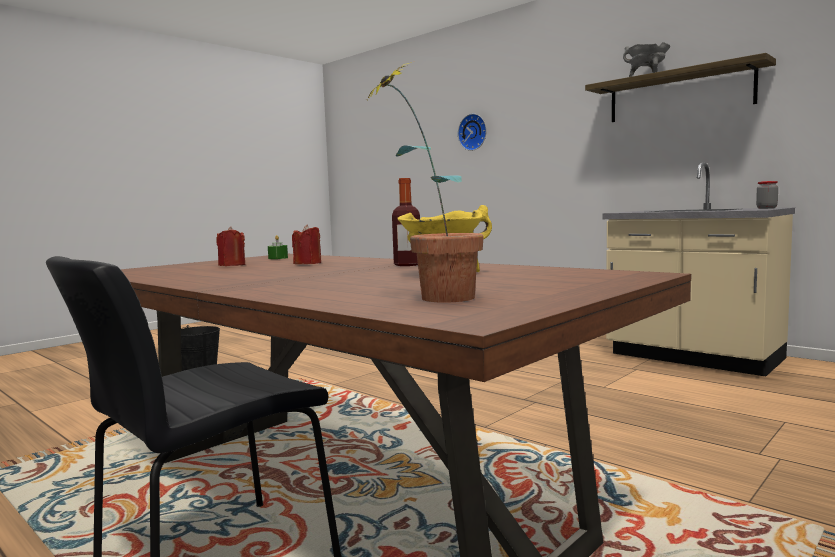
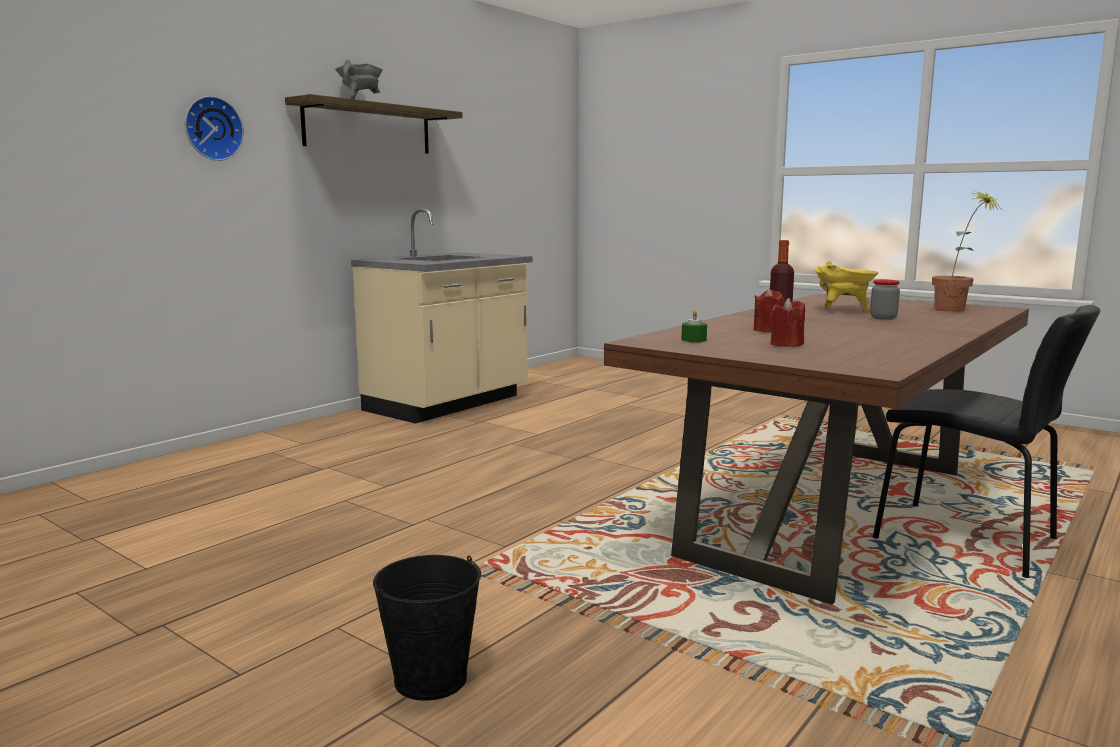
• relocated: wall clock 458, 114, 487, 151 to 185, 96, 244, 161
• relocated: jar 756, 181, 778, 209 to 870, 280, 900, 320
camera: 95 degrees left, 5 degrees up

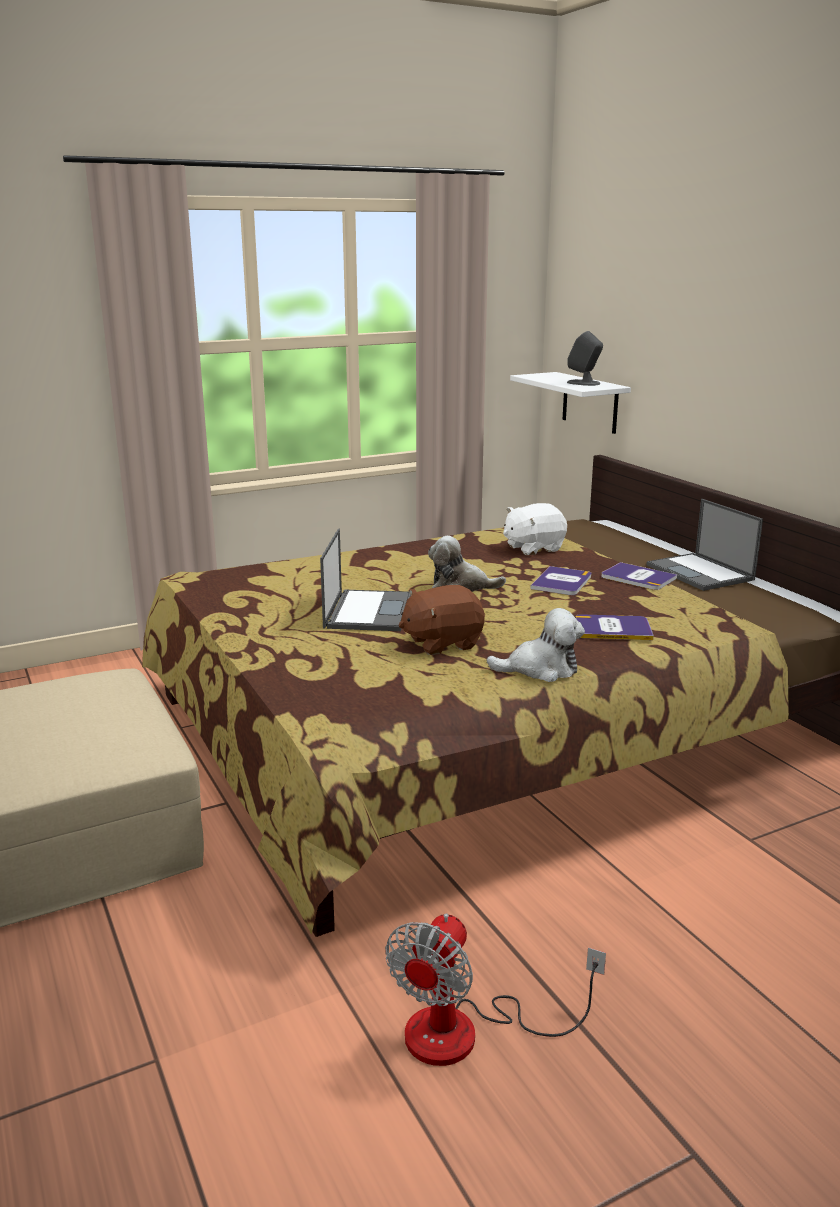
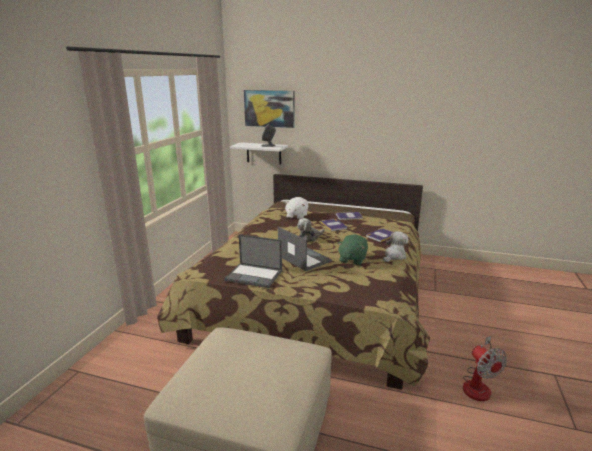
• relocated: laptop 646, 499, 763, 591 to 224, 234, 282, 288
• appeared: picture 244, 90, 294, 128
• colour: brown plush toy 399, 585, 485, 655 to green plush toy 337, 235, 368, 265
camera: 45 degrees left, 0 degrees up

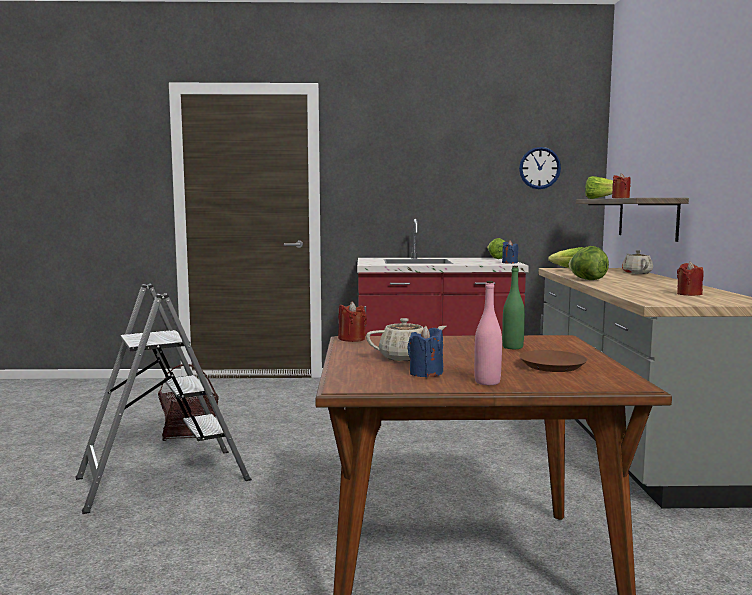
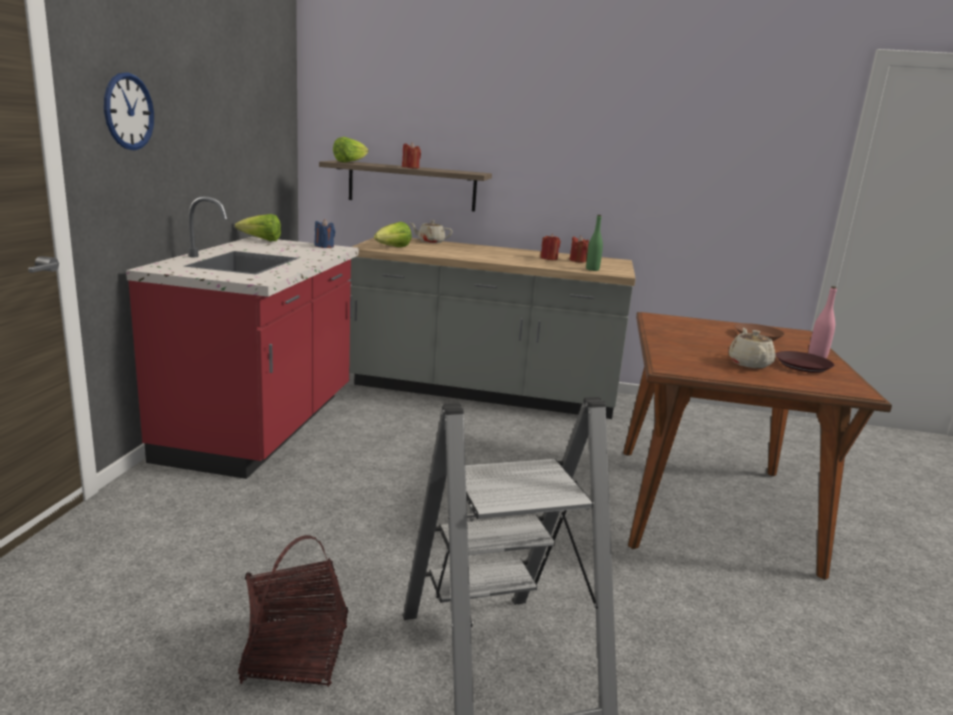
• relocated: wall clock 519, 147, 561, 189 to 104, 72, 154, 150
• relocated: red candle 338, 302, 367, 342 to 540, 234, 561, 260
• relocated: green bottle 502, 266, 525, 349 to 586, 215, 603, 271
• exchanged: blue candle 407, 326, 443, 378 to brown plate 775, 351, 834, 373
• missing: lettuce 569, 246, 609, 280
camera: 80 degrees left, 10 degrees up

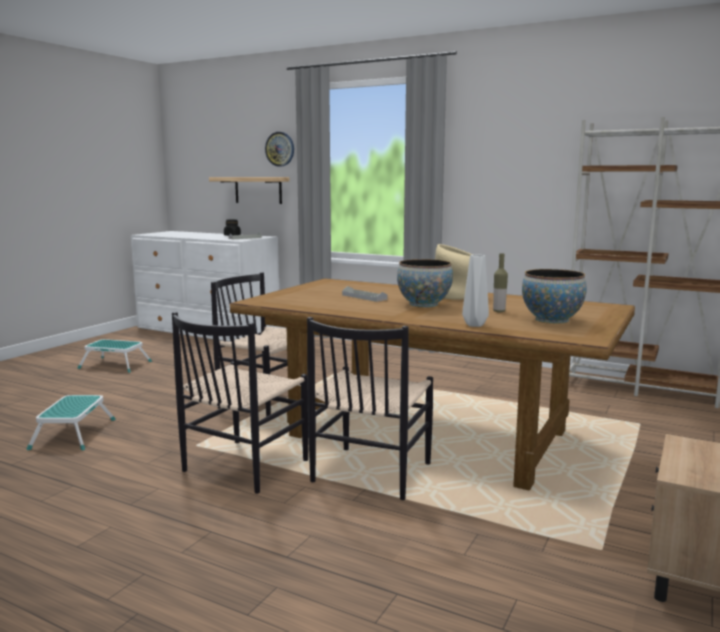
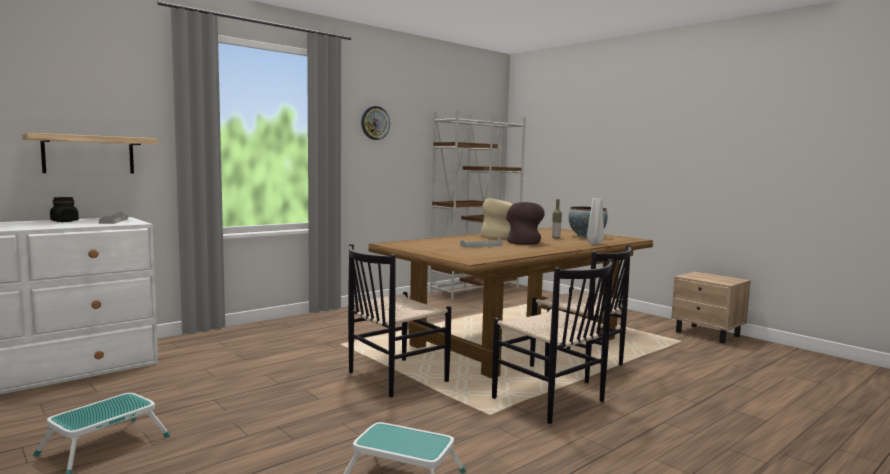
• relocated: wall clock 265, 132, 294, 167 to 361, 106, 390, 140
• exchanged: bowl 397, 259, 453, 308 to brown vase 506, 202, 545, 245
camera: 70 degrees left, 5 degrees down

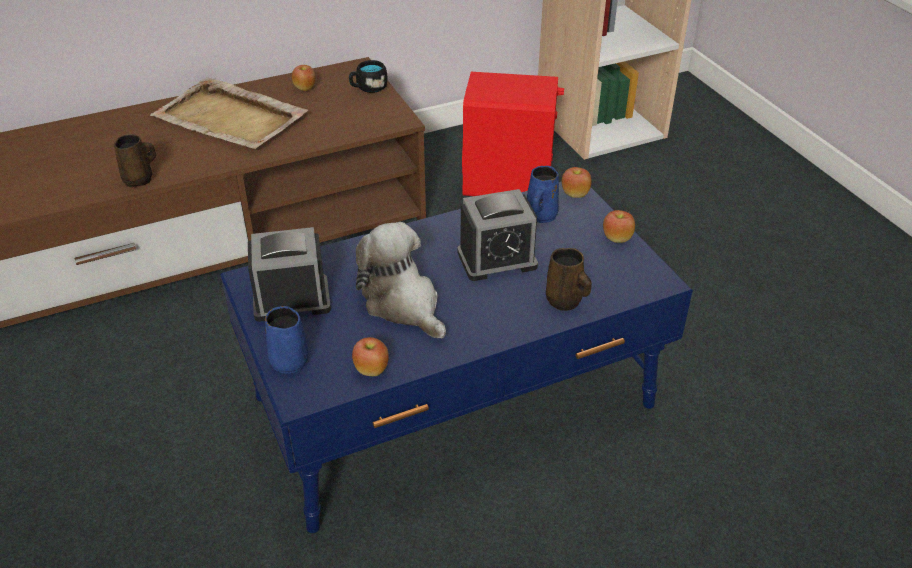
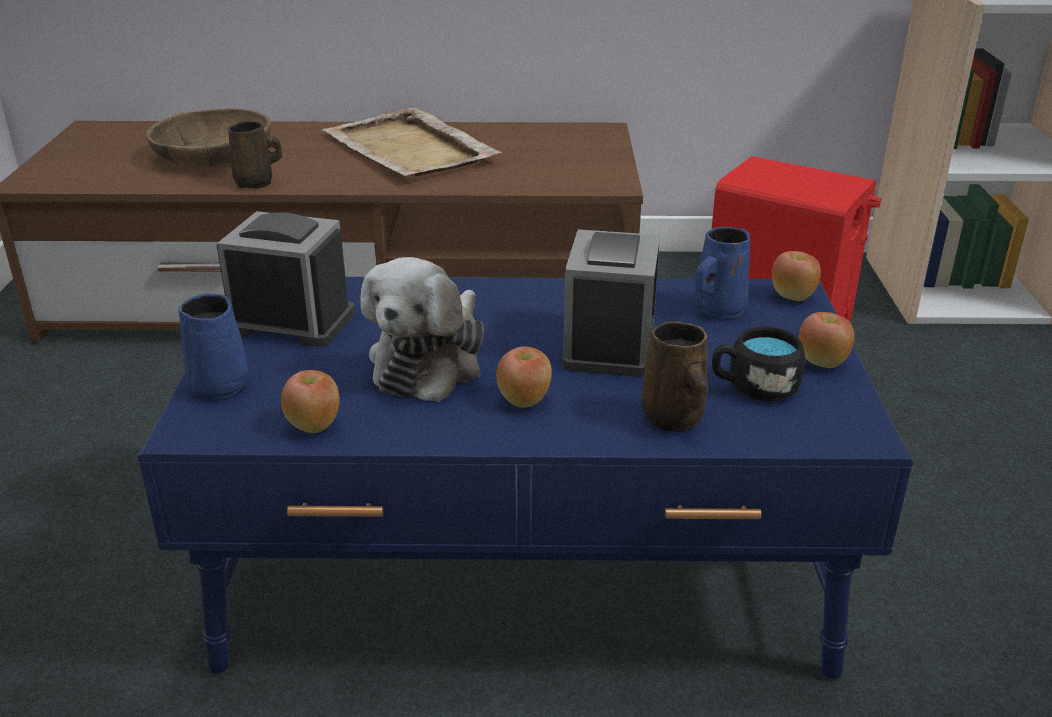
• appeared: brown bowl 147, 108, 271, 167
• spun: plush toy 356, 222, 446, 339 = 360, 257, 484, 402 150 degrees counterclockwise
• relocated: apple 292, 65, 315, 91 to 496, 346, 552, 408
• spun: alarm clock 457, 189, 538, 281 = 562, 229, 660, 377 90 degrees clockwise
• relocated: black mug 349, 60, 387, 93 to 712, 326, 805, 401
camera: 25 degrees right, 10 degrees down

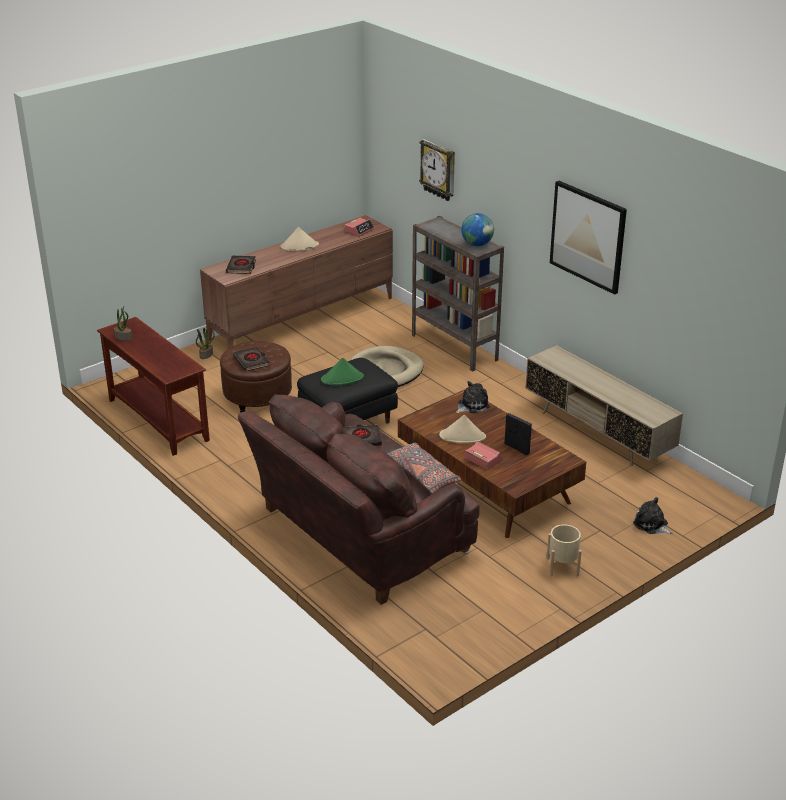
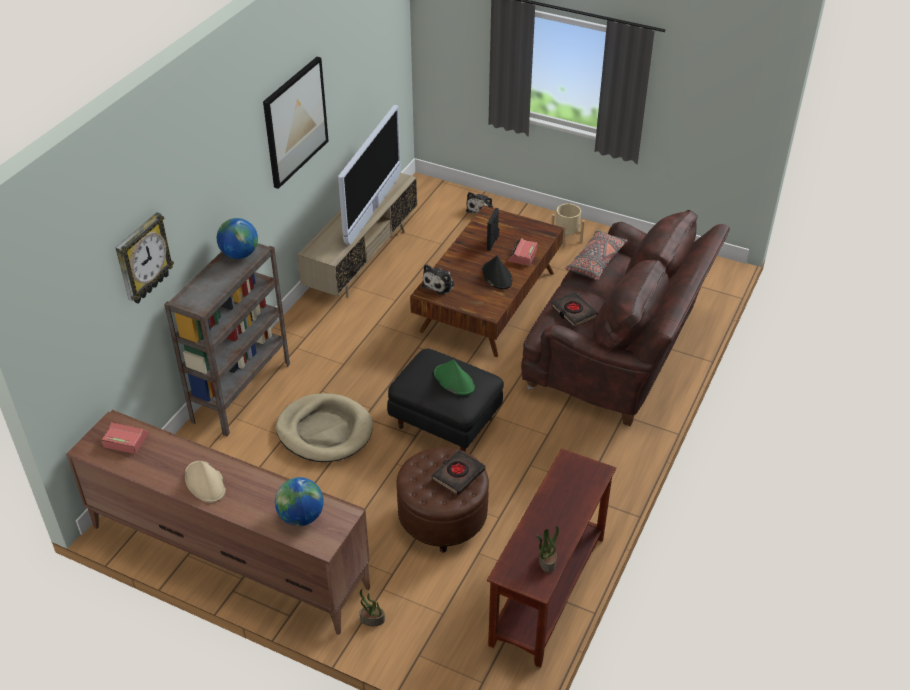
• exchanged: black book 226, 256, 256, 274 to globe 275, 477, 324, 526
• appeared: television 338, 105, 401, 245
• spun: plush toy 456, 381, 490, 413 = 422, 264, 455, 295 90 degrees counterclockwise
• colour: beige hat 439, 415, 486, 444 to black hat 482, 255, 512, 289
camera: 115 degrees left, 10 degrees up

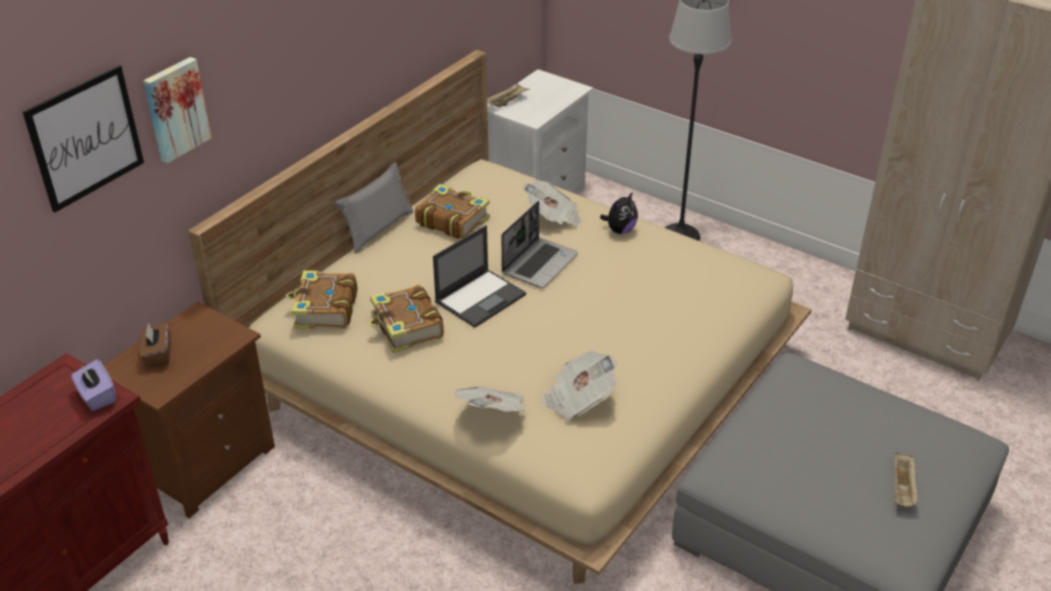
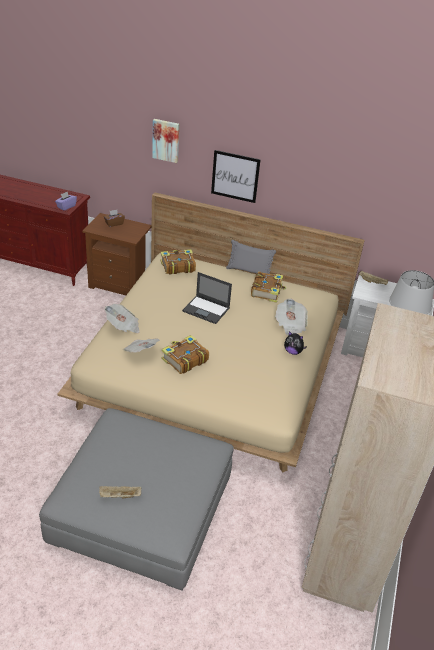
• relocated: book 369, 285, 444, 353 to 162, 335, 209, 374
• relocated: picture 23, 65, 144, 213 to 211, 150, 261, 203
• missing: laptop 501, 201, 578, 288
camera: 70 degrees right, 0 degrees up

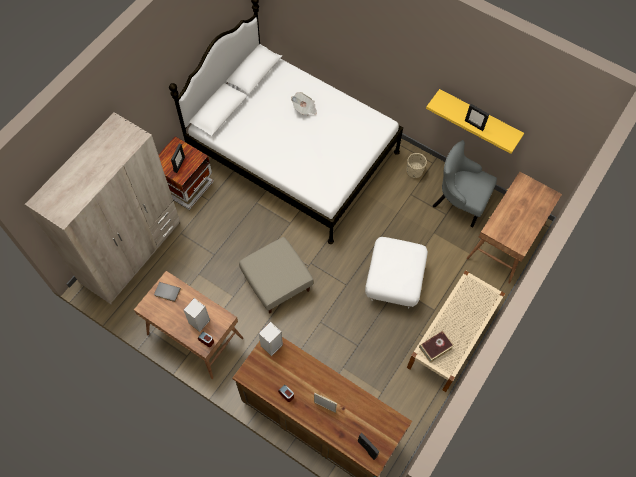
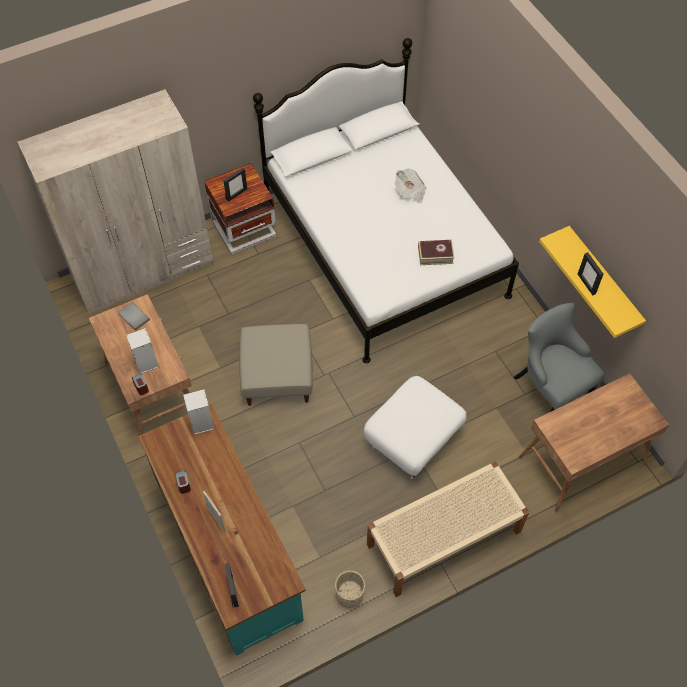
• relocated: beige planter 406, 153, 427, 178 to 335, 571, 365, 607
• relocated: book 419, 331, 454, 363 to 418, 240, 454, 265
camera: 30 degrees right, 5 degrees down

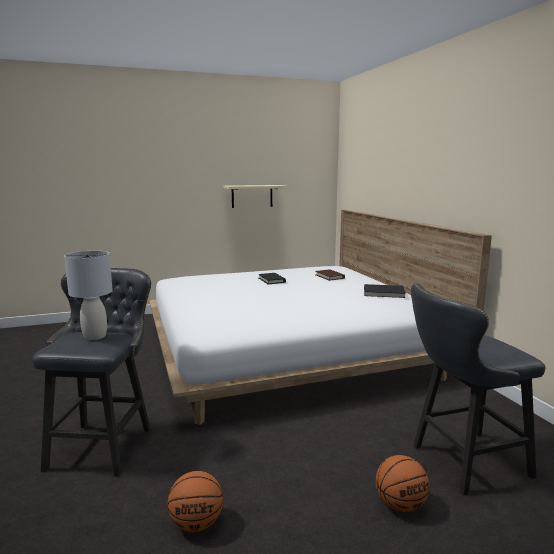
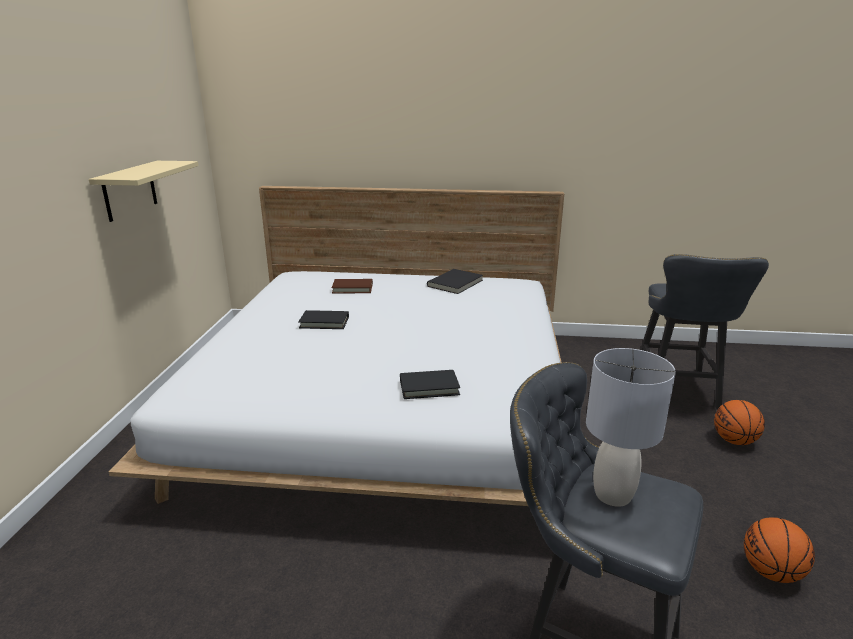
• appeared: black book 400, 370, 460, 399
camera: 65 degrees left, 10 degrees up

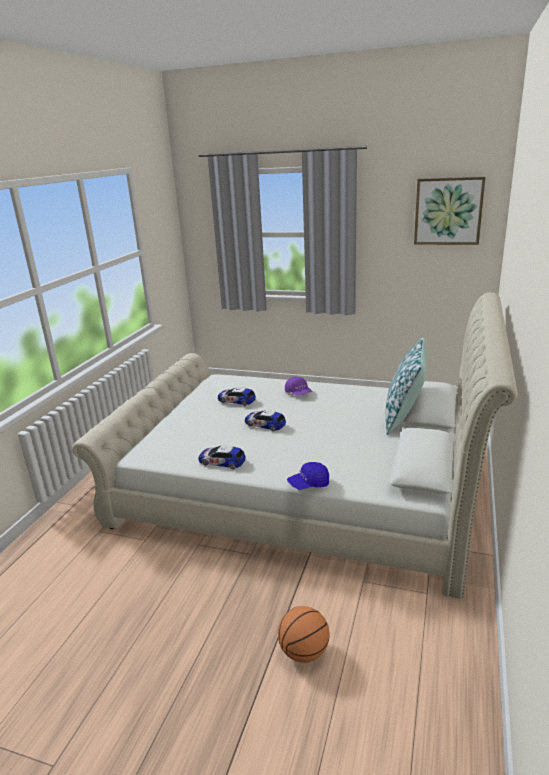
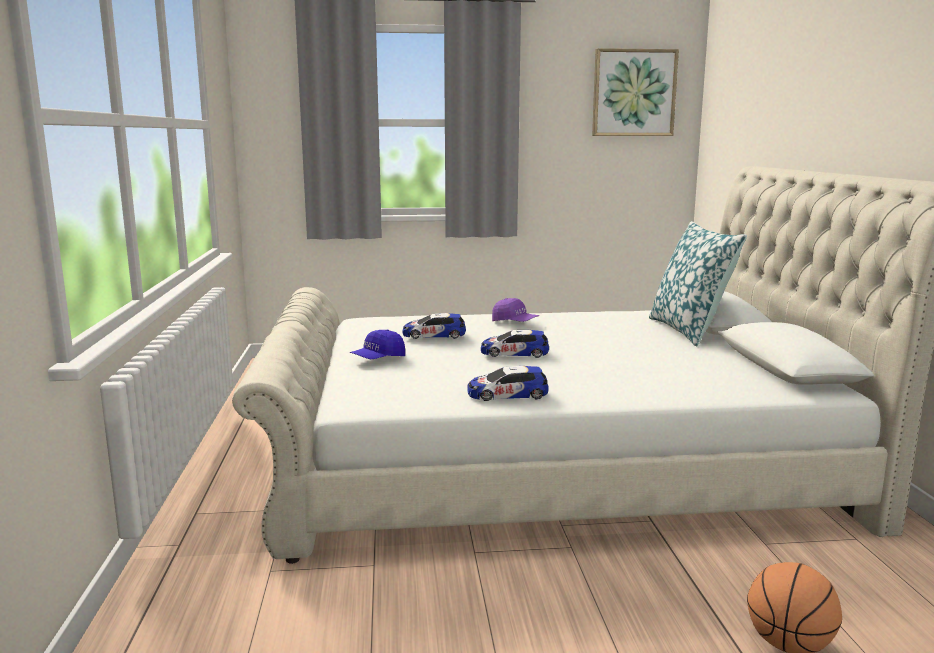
• relocated: blue cap 287, 462, 329, 489 to 350, 330, 405, 359
camera: 25 degrees left, 10 degrees down

